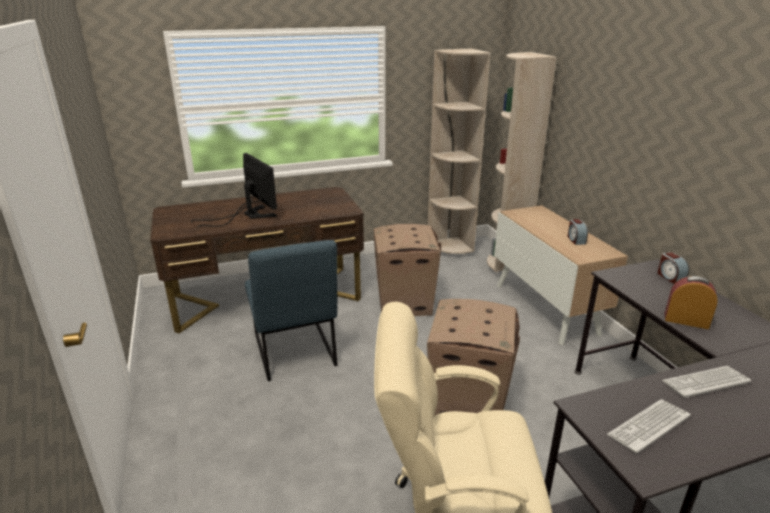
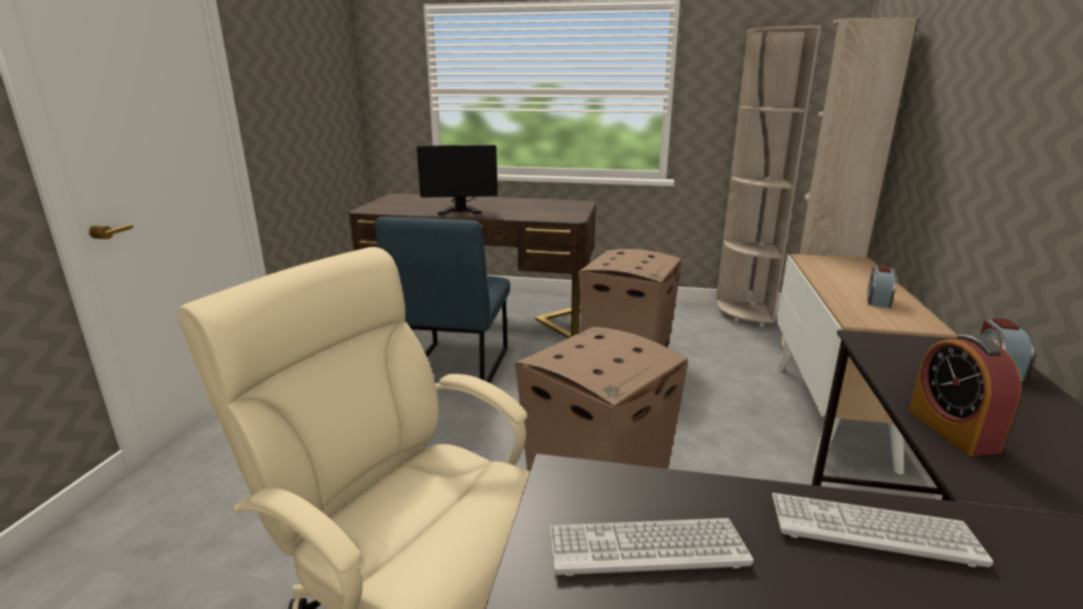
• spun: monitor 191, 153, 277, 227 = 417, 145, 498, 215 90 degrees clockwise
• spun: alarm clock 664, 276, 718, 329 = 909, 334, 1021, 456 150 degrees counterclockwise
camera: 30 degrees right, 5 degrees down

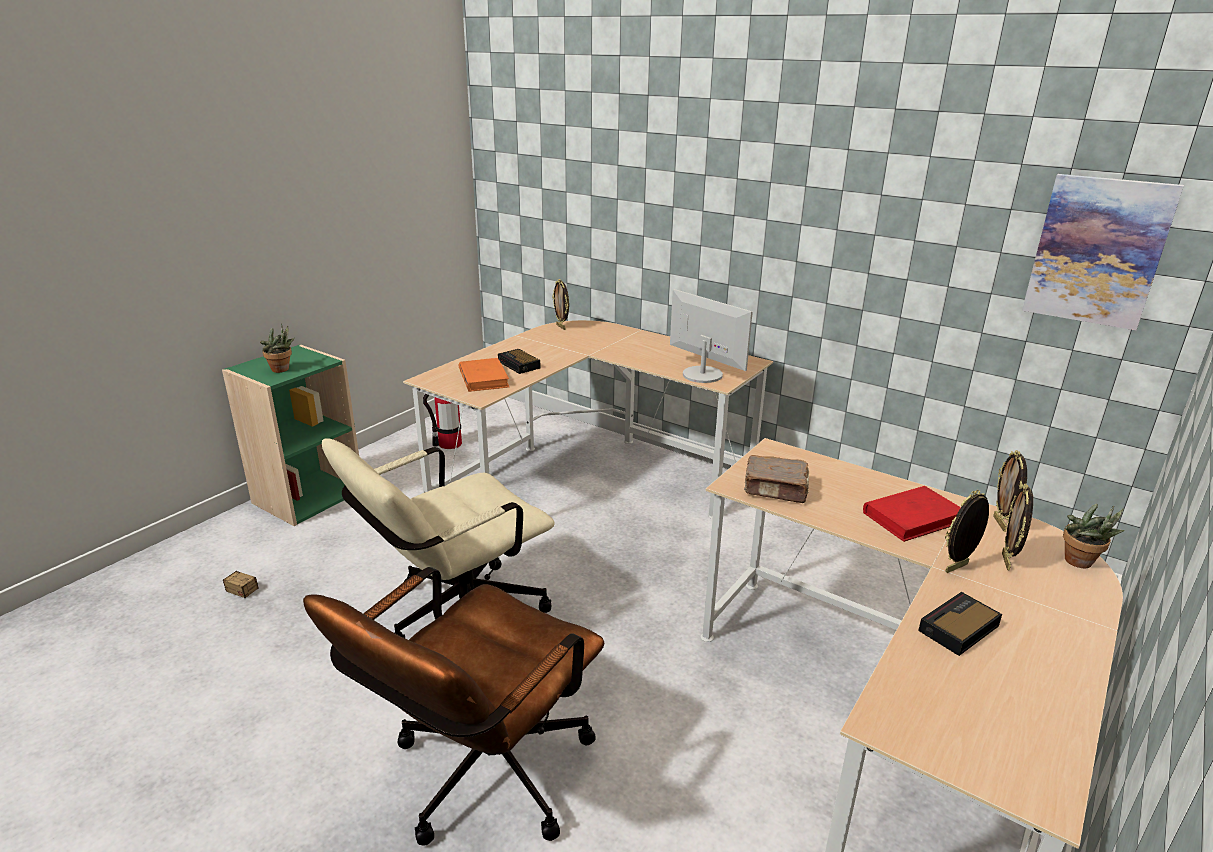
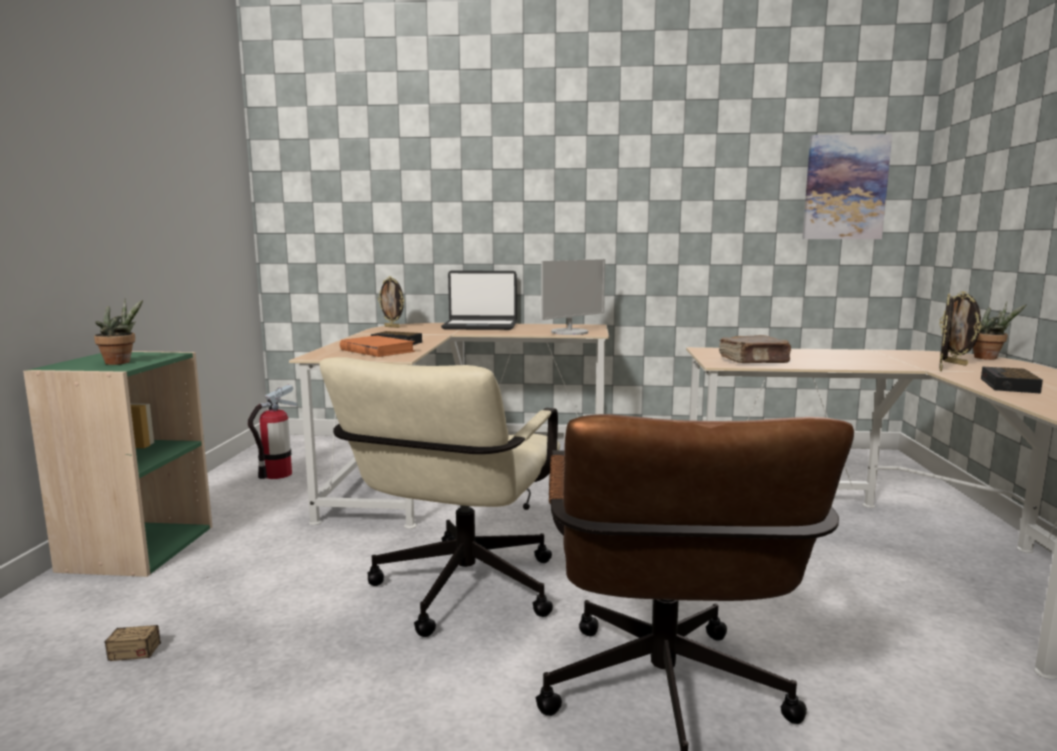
• appeared: laptop 441, 271, 517, 330
• spun: monitor 670, 289, 753, 383 = 541, 259, 605, 335 120 degrees clockwise
• missing: red book 863, 486, 961, 542
• missing: picture frame 993, 450, 1027, 532
camera: 30 degrees left, 15 degrees down

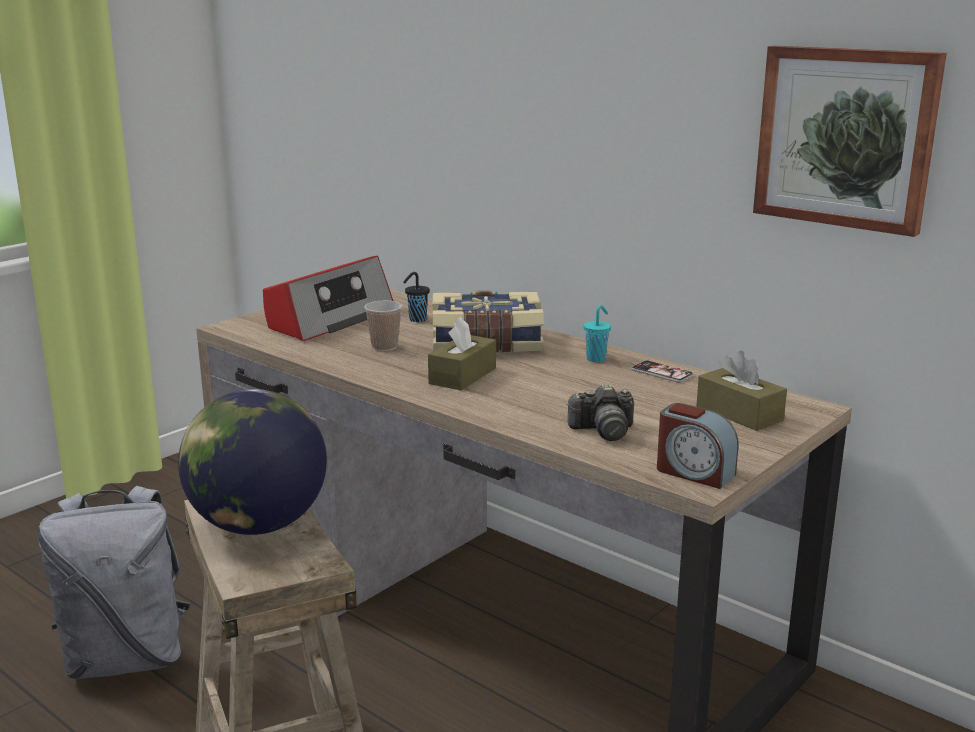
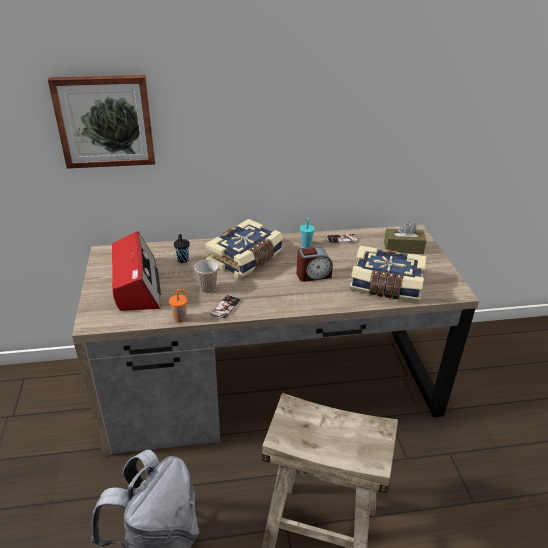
• relocated: picture 753, 46, 947, 237 to 48, 75, 155, 169
• appeared: orange cup 169, 289, 189, 322
• appeared: phone 210, 295, 241, 320
• relocated: alarm clock 657, 403, 739, 489 to 297, 247, 333, 282
• exchanged: photo camera 567, 384, 634, 441 to book 350, 245, 427, 302
• missing: globe 178, 389, 327, 535
• missing: brown tissue box 428, 317, 496, 390
camera: 50 degrees left, 15 degrees up

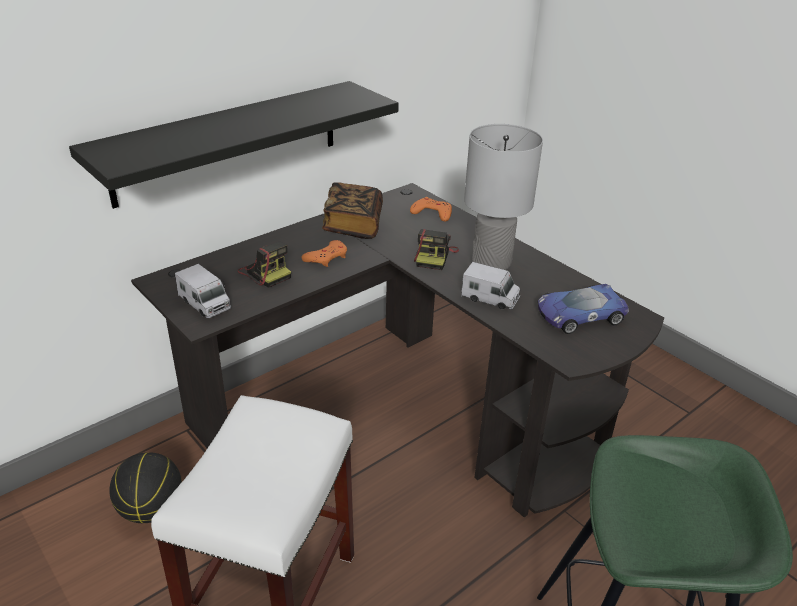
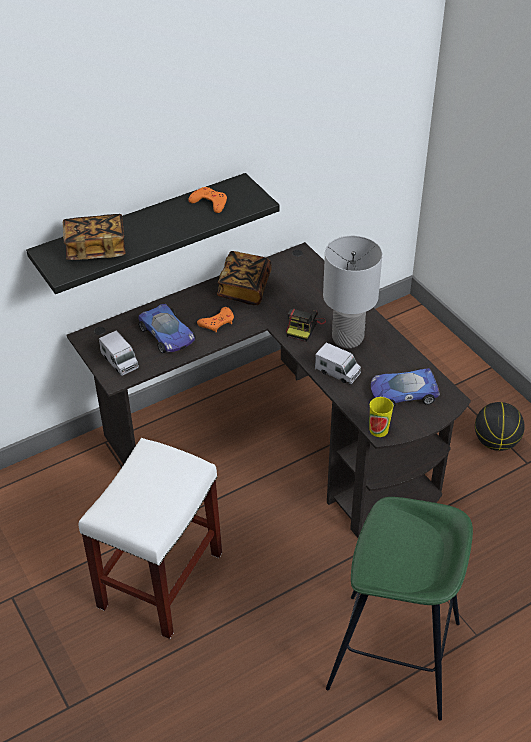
• appeared: book 63, 214, 126, 260
• exchanged: photo camera 238, 241, 291, 288 to toy car 138, 304, 196, 353
• relocated: orange game controller 410, 197, 452, 222 to 188, 187, 227, 213
• appeared: cup 370, 397, 393, 437
• relocated: basketball 109, 452, 182, 523 to 475, 402, 525, 451
camera: 10 degrees right, 10 degrees up

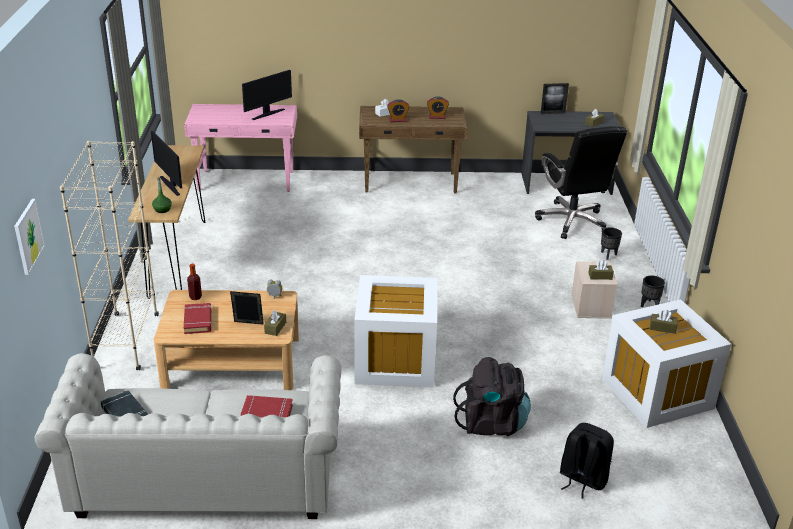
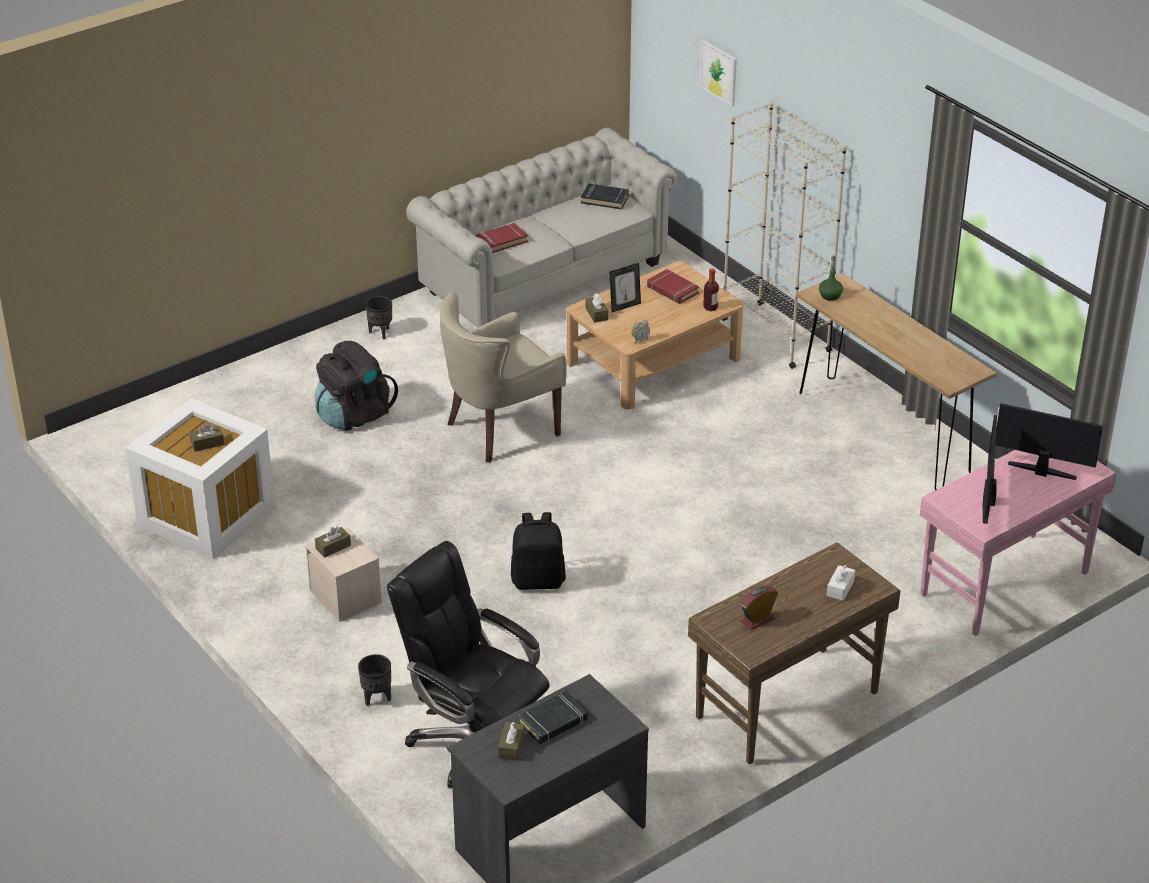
• relocated: black planter 641, 275, 665, 307 to 365, 296, 392, 339
• exchanged: white storage box 354, 275, 437, 388 to beige armchair 440, 292, 567, 462
• relocated: black backpack 560, 423, 614, 499 to 511, 512, 566, 590
• appeared: black book 518, 691, 588, 744
• relocated: monitor 151, 131, 182, 196 to 996, 403, 1103, 480
• missing: alarm clock 387, 99, 409, 122
• missing: picture frame 541, 83, 569, 114
camera: 145 degrees right, 5 degrees up

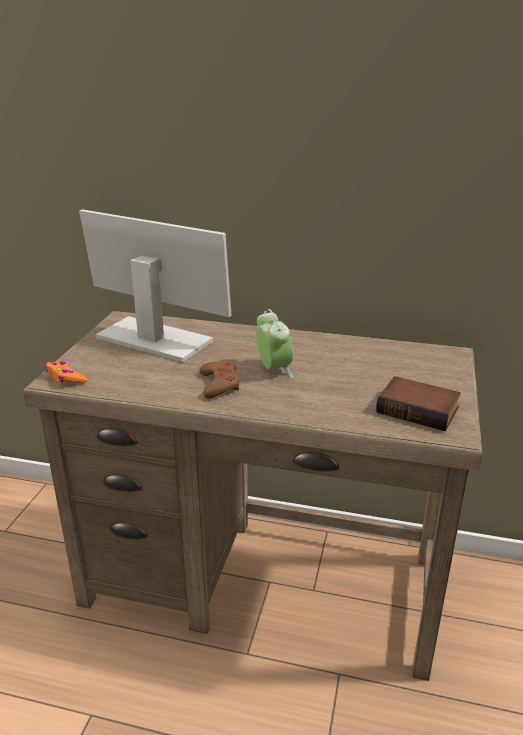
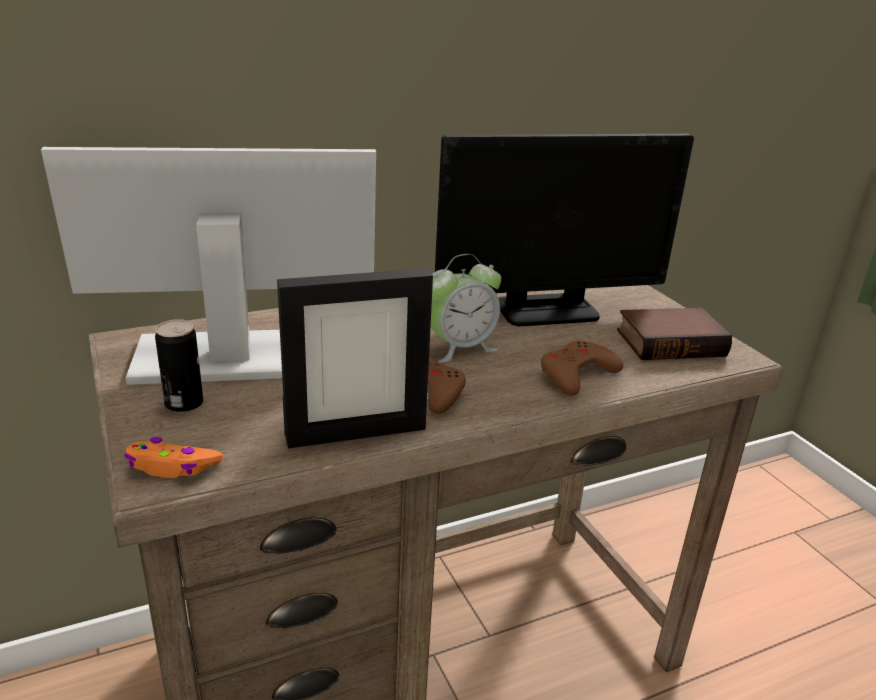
• appeared: can 155, 319, 203, 413
• appeared: picture frame 277, 268, 433, 448
• spun: alarm clock 256, 309, 294, 379 = 431, 254, 501, 362 120 degrees clockwise
• appeared: monitor 435, 134, 694, 326
• appeared: brown game controller 541, 341, 623, 396
camera: 40 degrees left, 0 degrees up

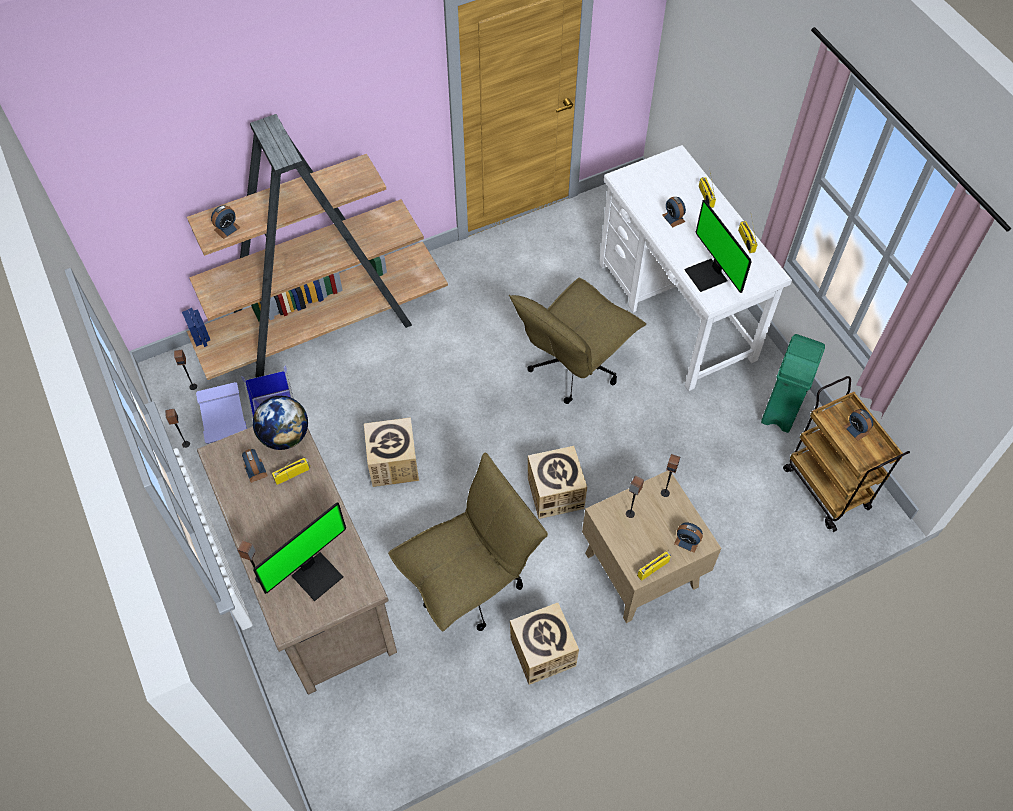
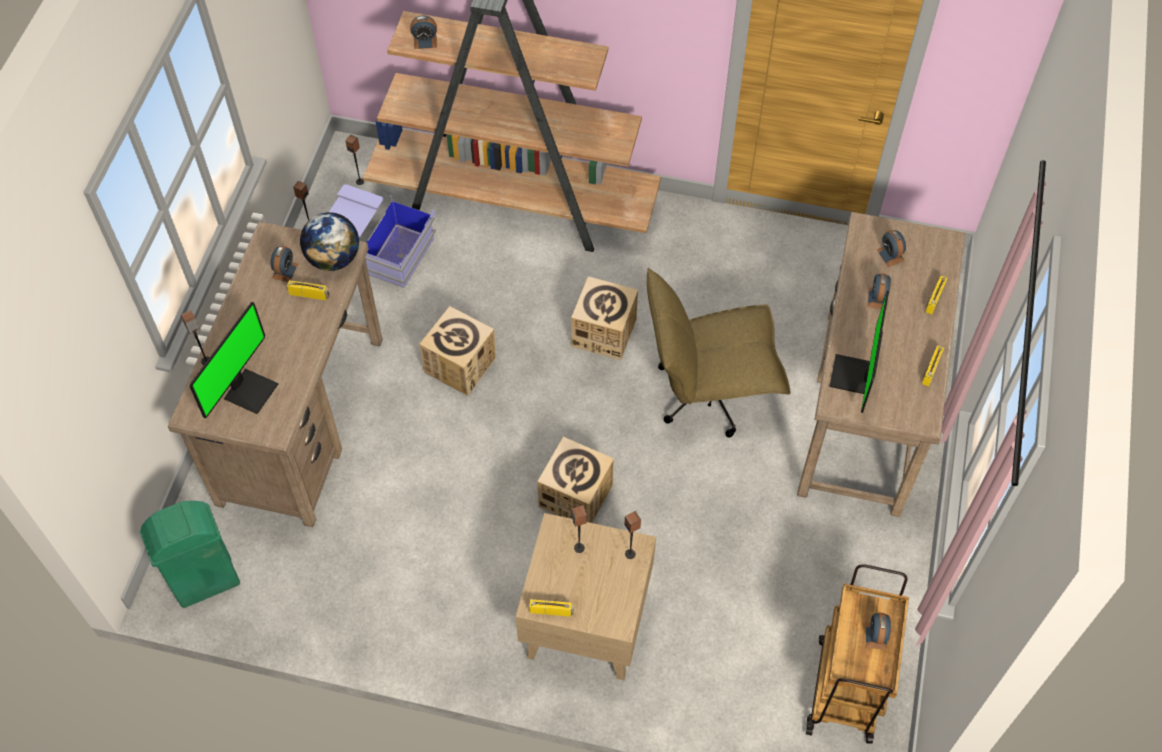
• relocated: green trash can 761, 334, 825, 433 to 140, 501, 240, 608
• spun: monitor 253, 503, 346, 601 = 190, 302, 279, 418 60 degrees counterclockwise
• relocated: cardboard box 510, 603, 579, 685 to 571, 276, 638, 360
• colour: white desk 599, 145, 792, 391 to brown desk 797, 212, 965, 517
• relocated: alarm clock 674, 522, 703, 553 to 877, 230, 906, 267
• missing: beige office chair 388, 452, 548, 631
camera: 40 degrees right, 0 degrees up

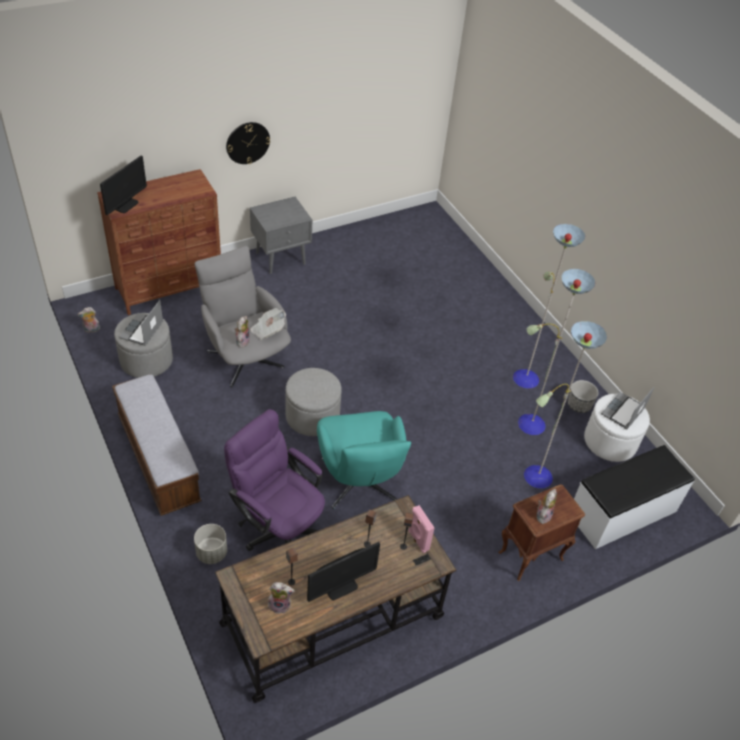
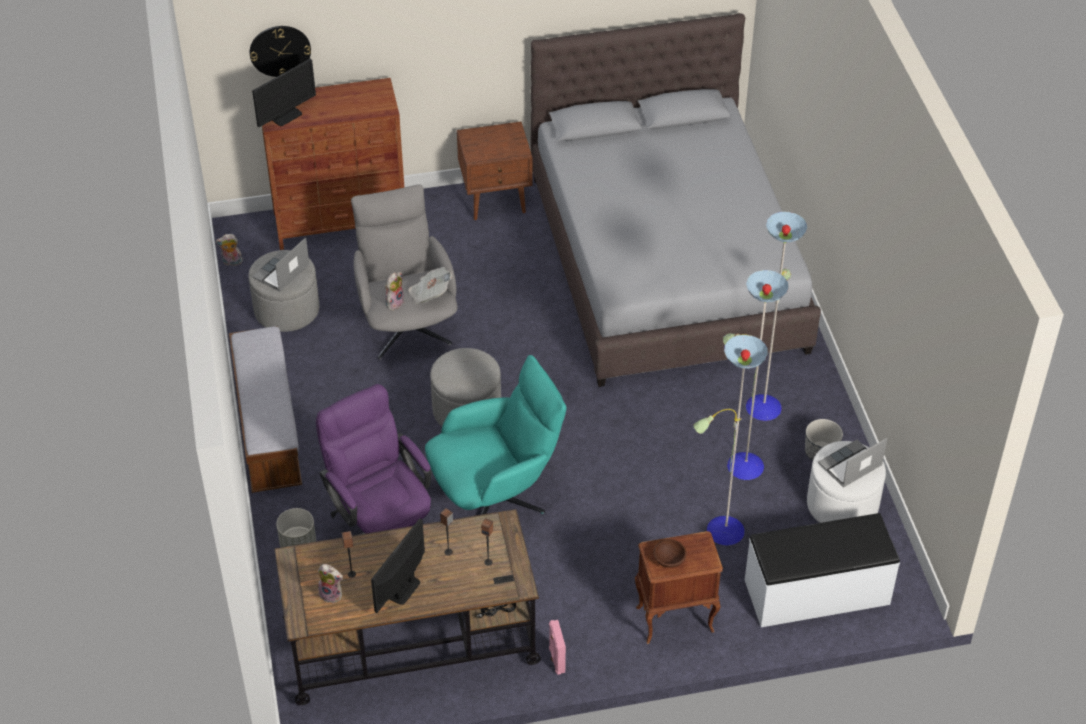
• relocated: wall clock 226, 122, 270, 164 to 250, 26, 311, 77
• spun: monitor 307, 542, 380, 602 = 371, 518, 425, 613 135 degrees clockwise
• spun: turquoise armchair 317, 411, 411, 509 = 425, 355, 566, 515 120 degrees counterclockwise
• colour: grey nightstand 250, 197, 312, 274 to brown nightstand 457, 121, 533, 220
• appeared: grey bed 531, 13, 821, 387
• relocated: pink speaker 409, 505, 434, 553 to 549, 620, 566, 675
• exchanged: plush toy 537, 489, 557, 524 to brown bowl 653, 539, 687, 568
camera: 20 degrees right, 0 degrees up

